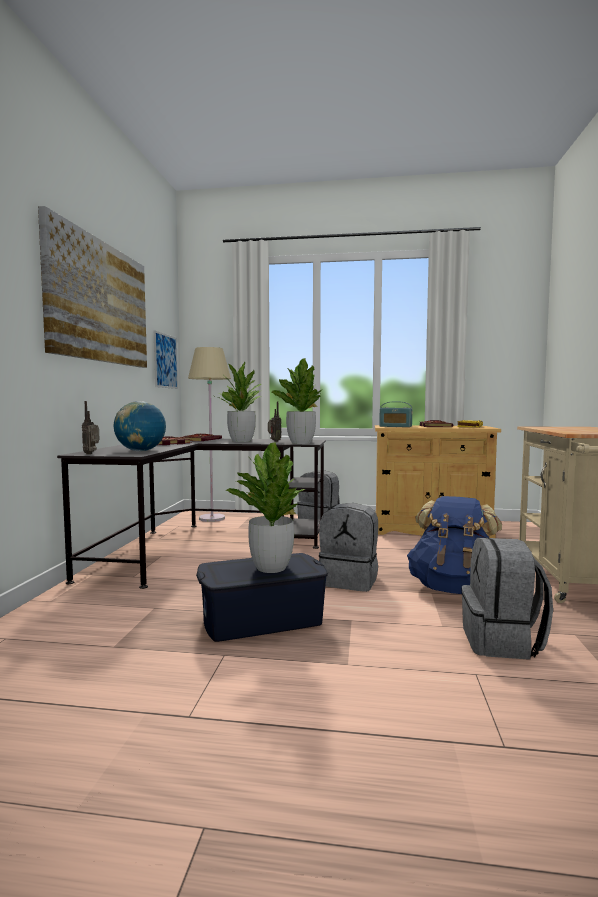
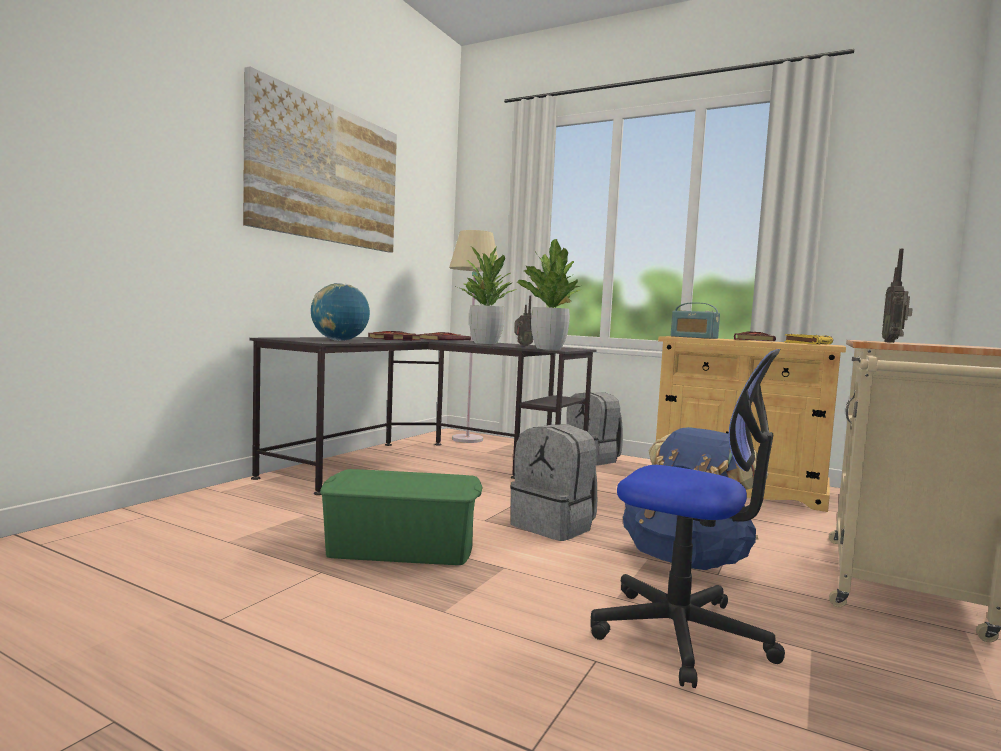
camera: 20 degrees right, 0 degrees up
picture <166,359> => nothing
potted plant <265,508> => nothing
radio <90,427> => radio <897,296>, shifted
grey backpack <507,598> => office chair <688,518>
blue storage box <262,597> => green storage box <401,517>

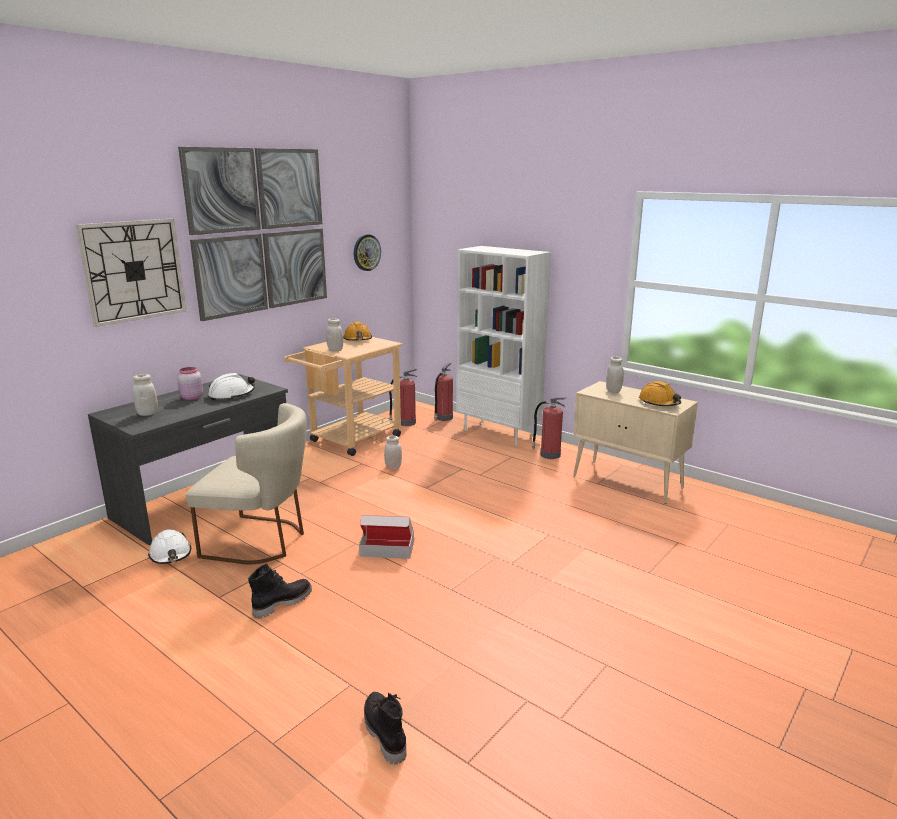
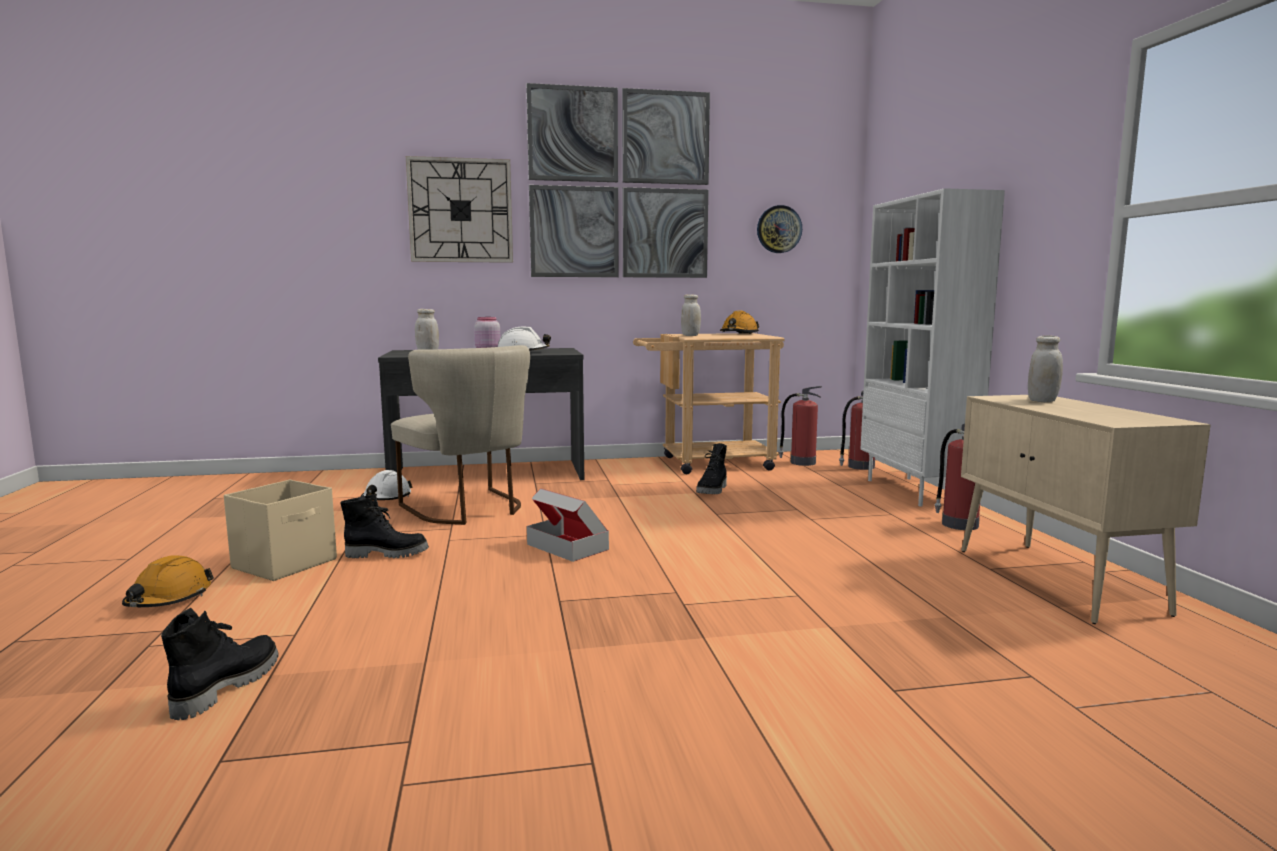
camera: 40 degrees right, 10 degrees down
nothing => beige storage box <280,530>
orange hard hat <660,393> => orange hard hat <168,581>, shifted
white jar <393,452> => black boot <711,468>

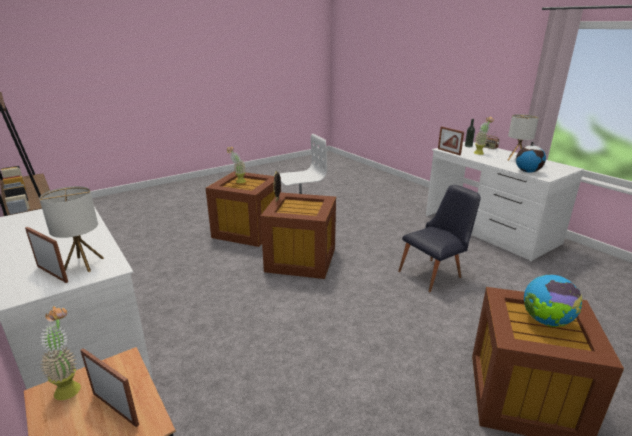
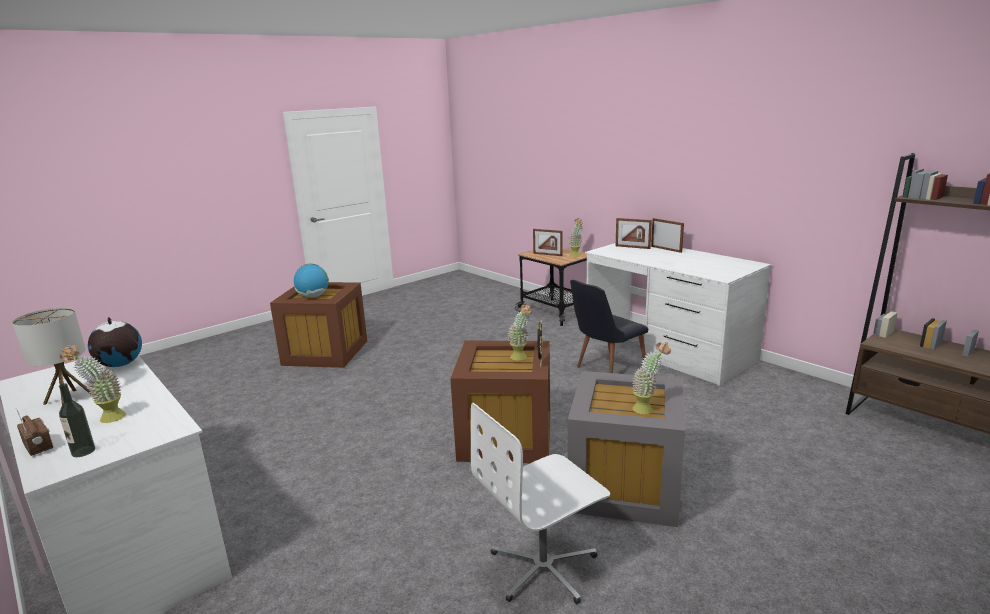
camera: 175 degrees right, 5 degrees down
table lamp <71,229> => nothing
nothing => potted plant <519,332>
black chair <439,238> => black chair <609,326>, shifted
picture frame <451,140> => picture frame <667,235>, shifted
brown storage box <243,209> => grey storage box <626,449>

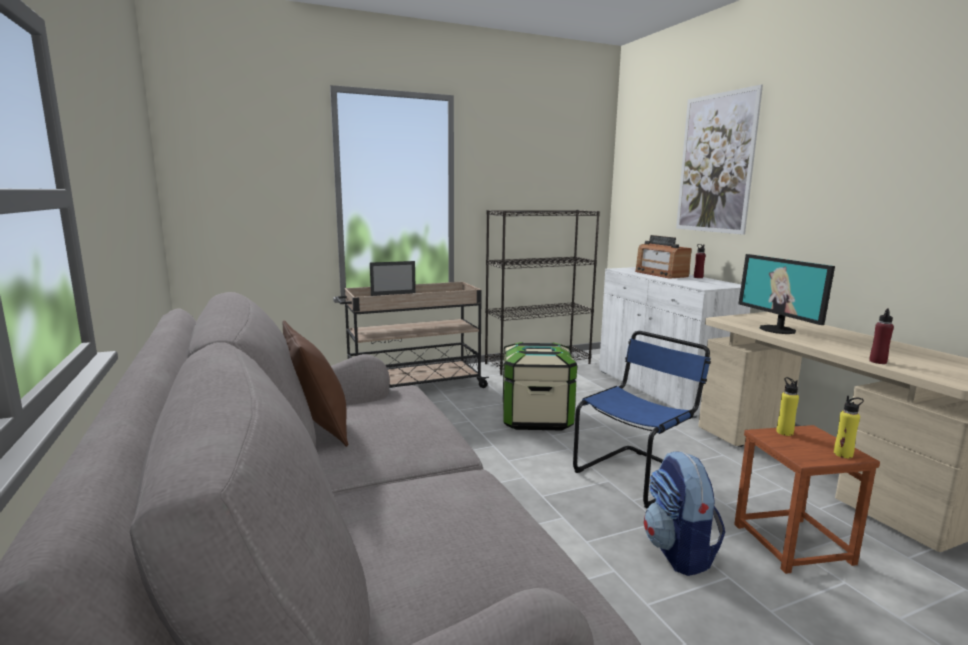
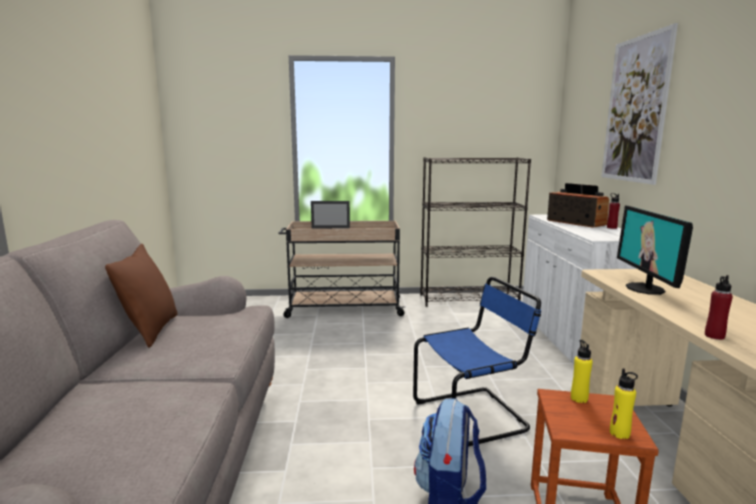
camera: 20 degrees right, 0 degrees up
storage box <540,386> => nothing
radio <663,257> => radio <578,205>, 150 degrees clockwise

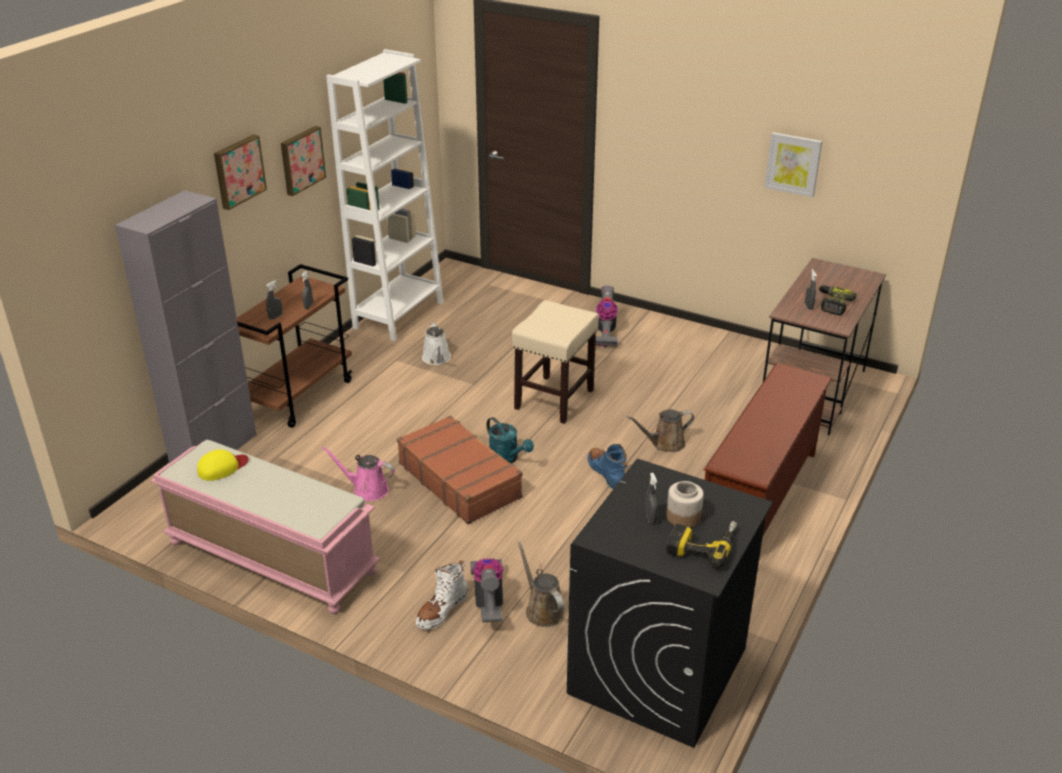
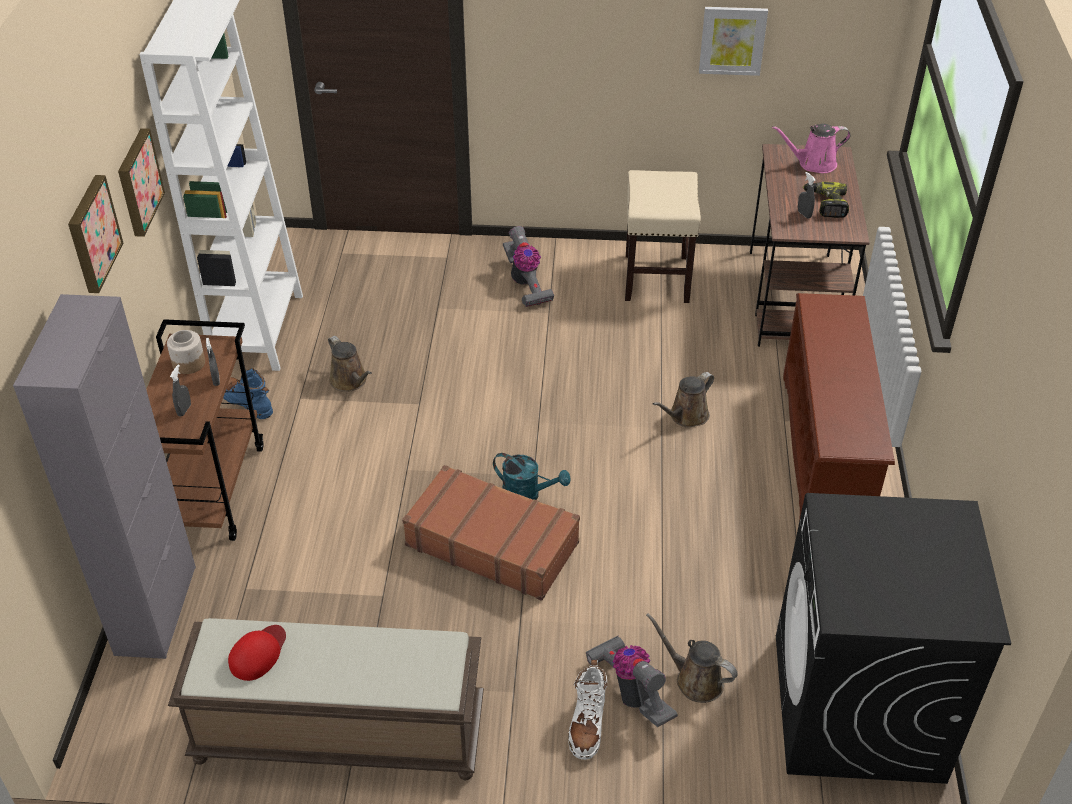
camera: 25 degrees left, 10 degrees up
grey spray bottle <651,498> => nothing
power drill <702,545> => nothing
pink watering can <358,473> => pink watering can <811,148>, shifted
beige stool <555,362> => beige stool <663,236>, shifted
blue boot <607,466> => blue boot <248,393>, shifted
jar <685,504> => jar <186,352>, shifted
pink bench <265,527> => brown bench <326,699>
yellow cap <223,465> => red cap <257,653>
white watering can <436,343> => brown watering can <350,364>

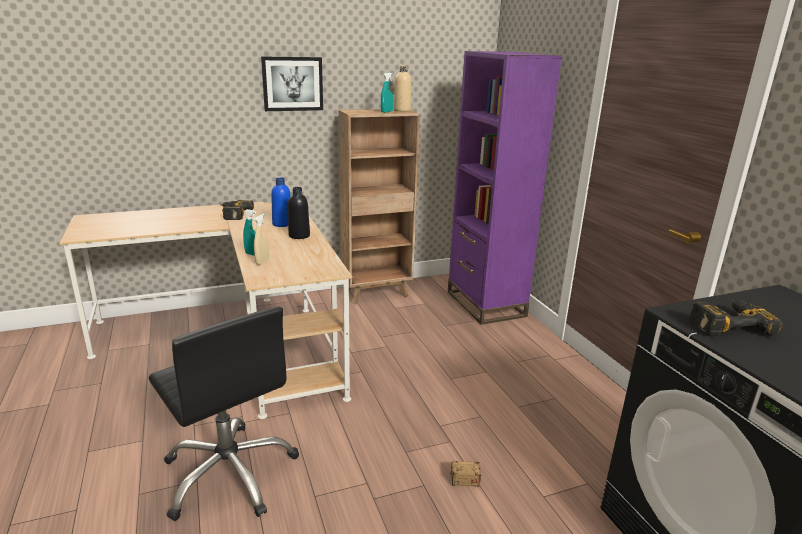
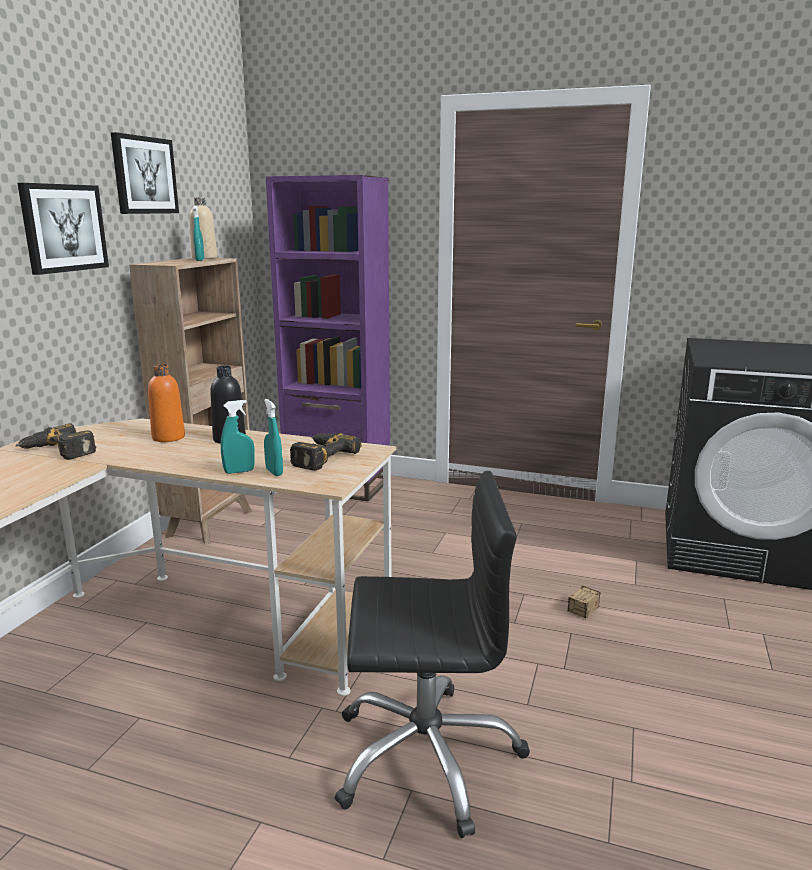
camera: 50 degrees left, 5 degrees down
nothing => picture <145,173>
power drill <736,318> => power drill <325,452>, shifted
beige spray bottle <261,239> => turquoise spray bottle <273,437>
blue bottle <281,202> => orange bottle <166,403>

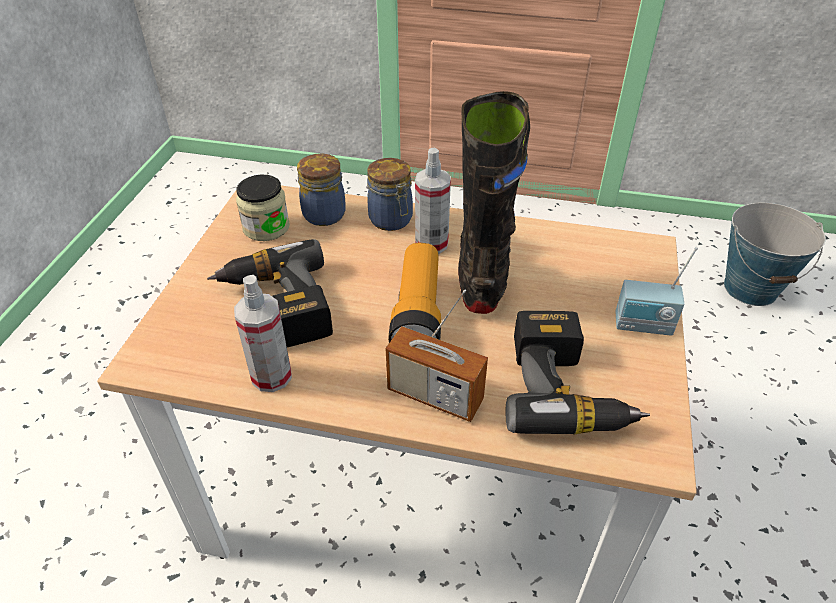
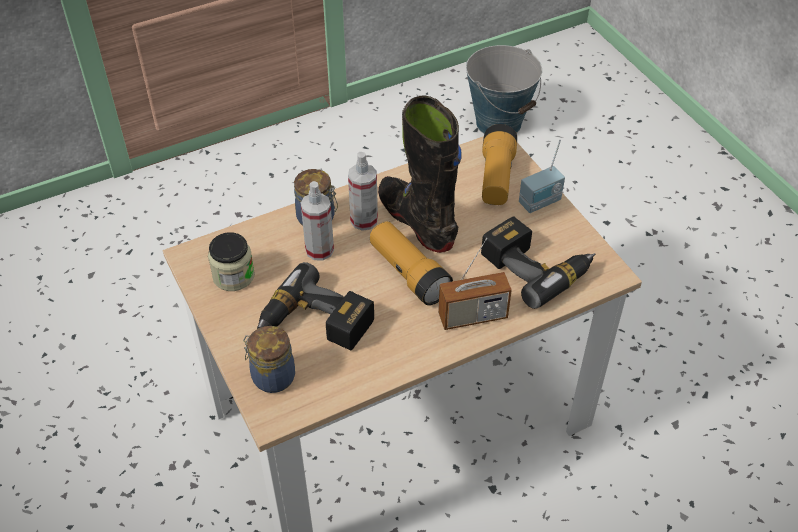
camera: 40 degrees left, 5 degrees up
nothing => flashlight <499,164>
spray bottle <263,333> => spray bottle <317,220>, shifted
jar <321,190> => jar <269,359>, shifted

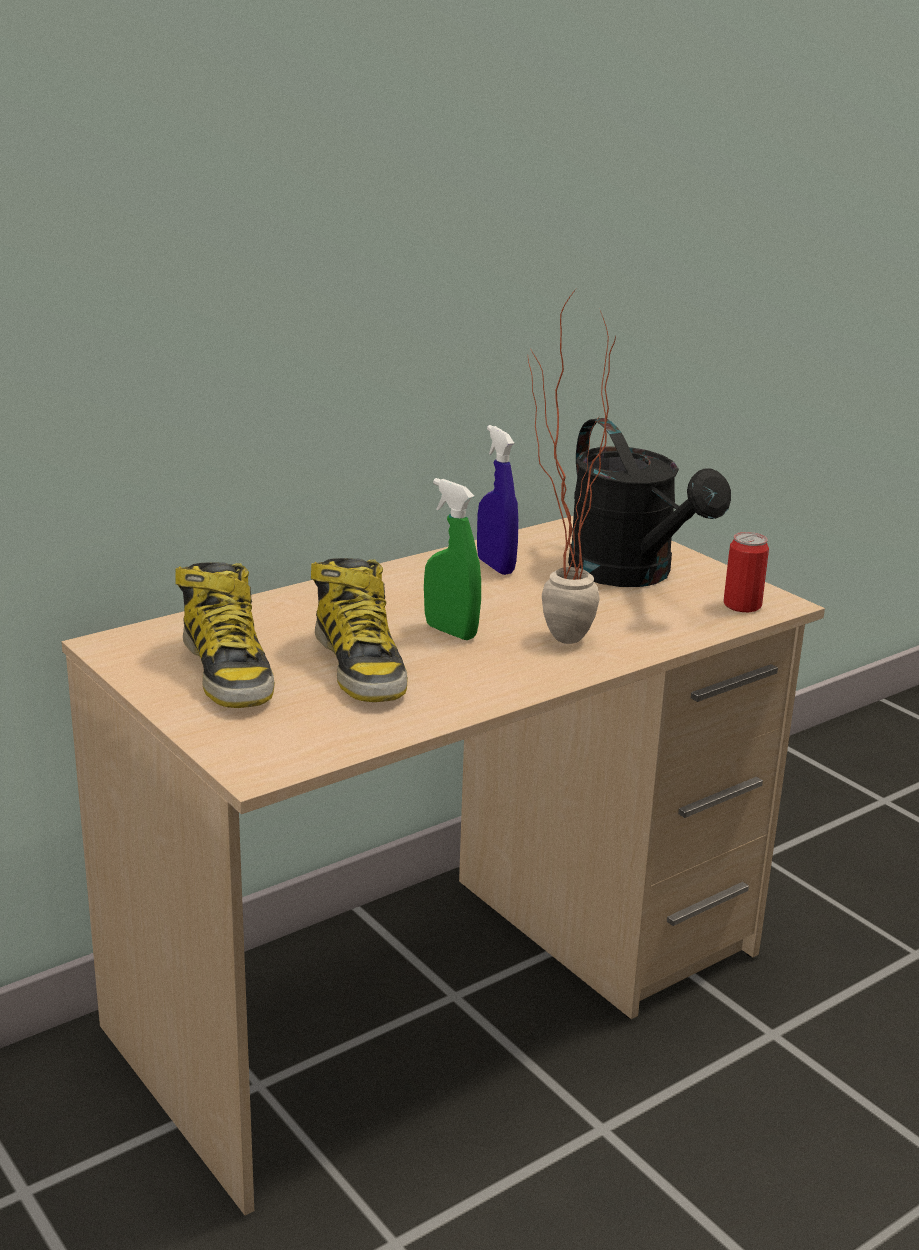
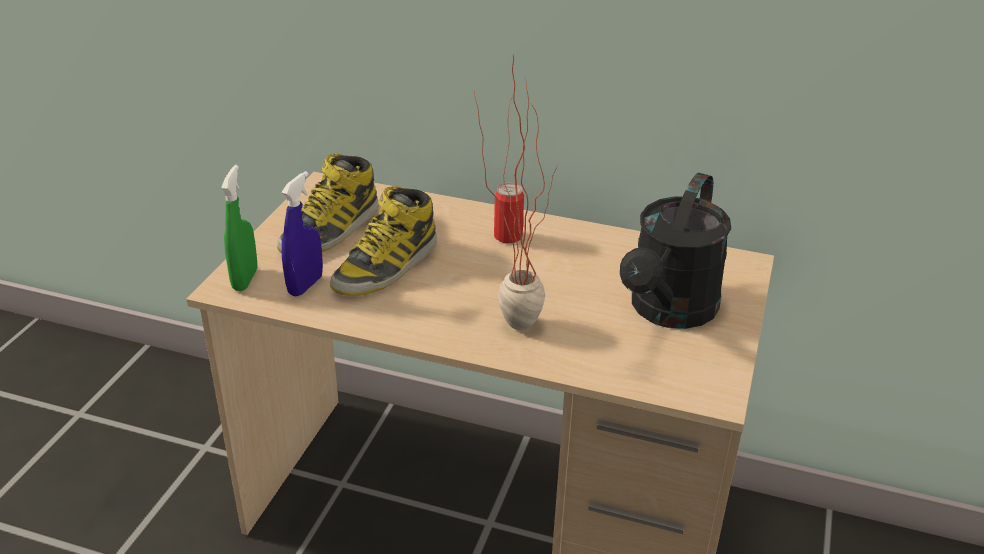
camera: 55 degrees right, 10 degrees up
green spray bottle <452,559> => green spray bottle <239,228>, shifted
blue spray bottle <498,500> => blue spray bottle <302,233>, shifted
can <746,572> => can <509,213>, shifted

